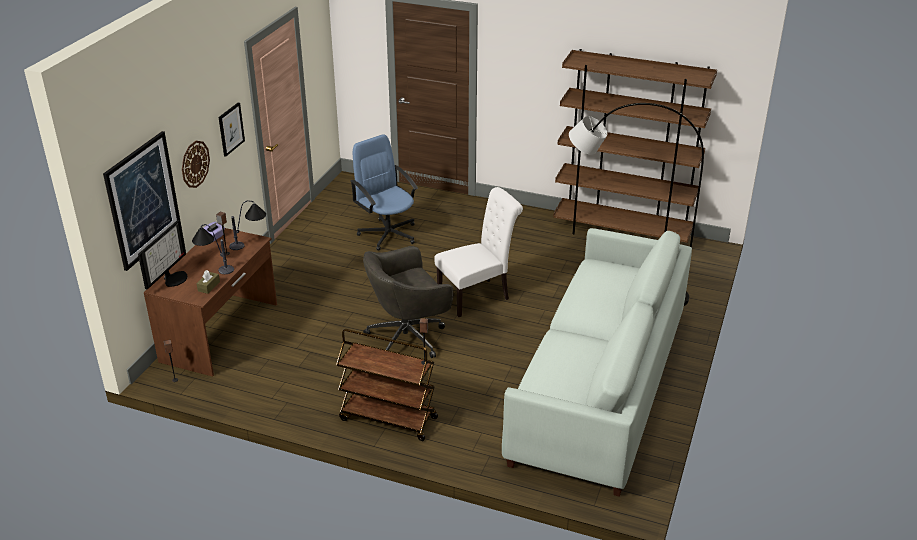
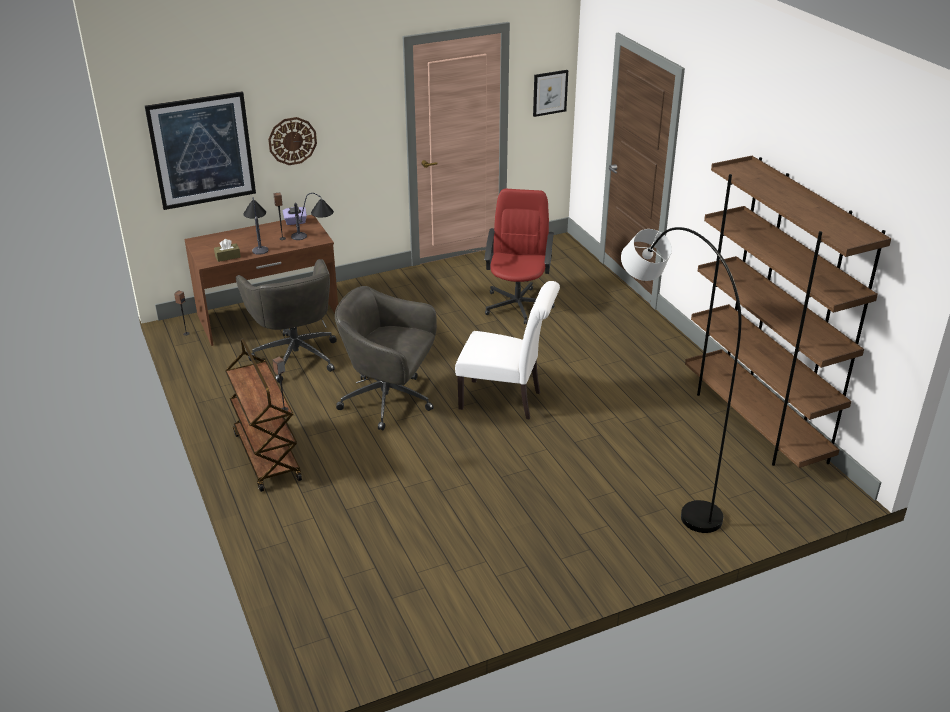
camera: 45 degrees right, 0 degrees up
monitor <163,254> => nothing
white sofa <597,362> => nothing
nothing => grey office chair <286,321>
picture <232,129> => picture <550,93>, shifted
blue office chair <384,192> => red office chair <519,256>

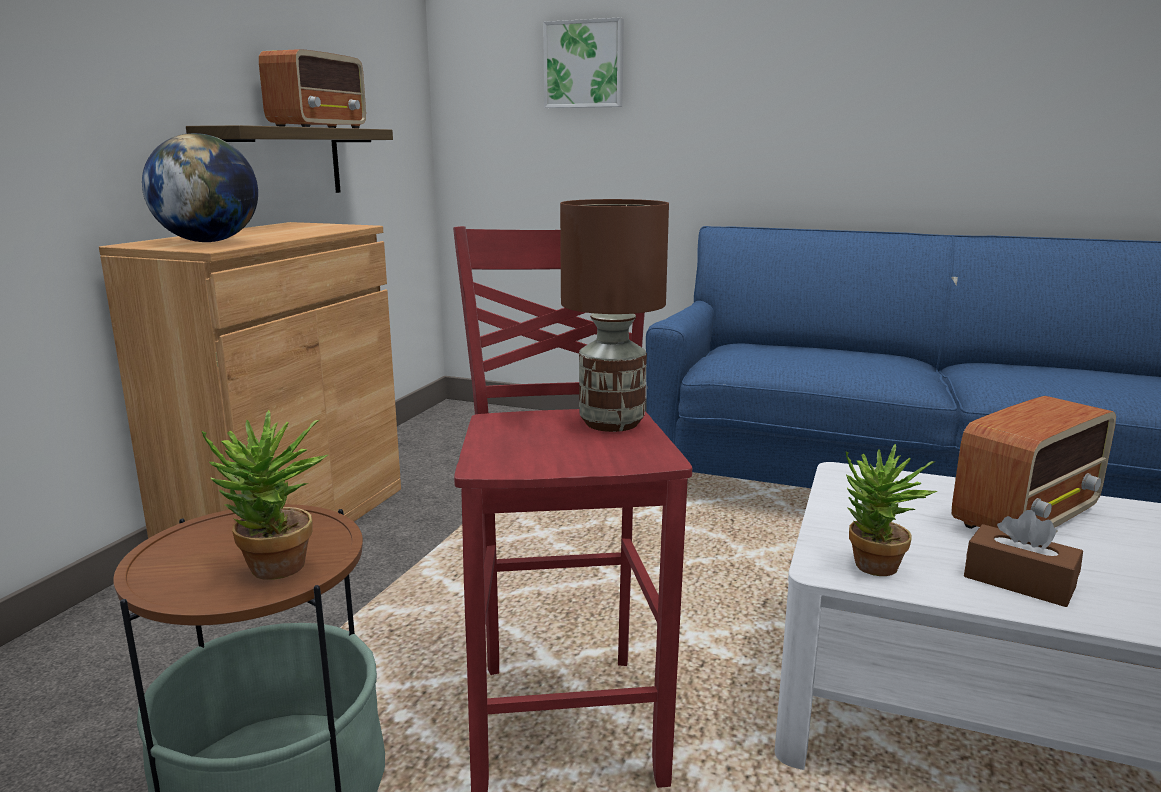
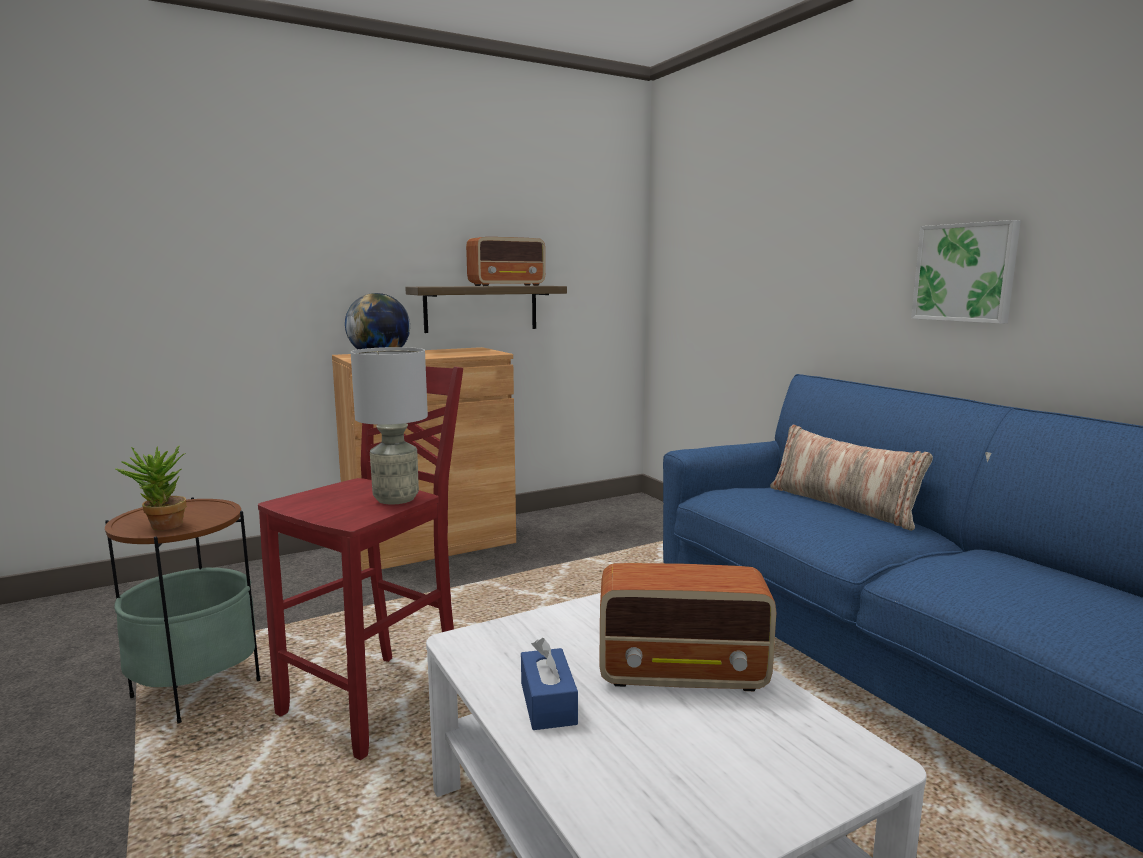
camera: 40 degrees right, 5 degrees down
potted plant <892,510> => nothing
nothing => pillow <851,478>
picture <583,62> => picture <966,272>, shifted
brown table lamp <614,315> => grey table lamp <389,425>
brown tissue box <1023,558> => blue tissue box <549,684>

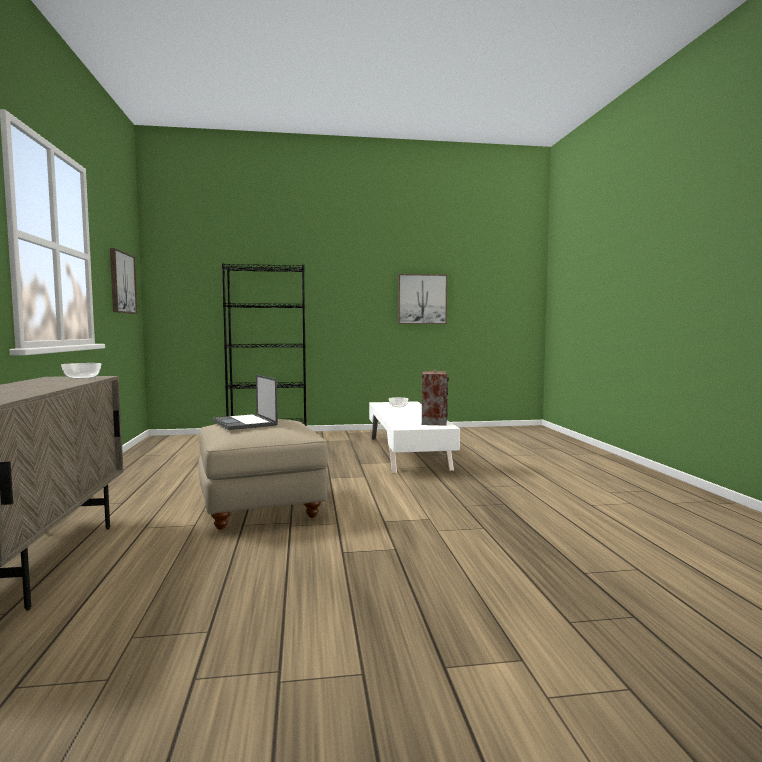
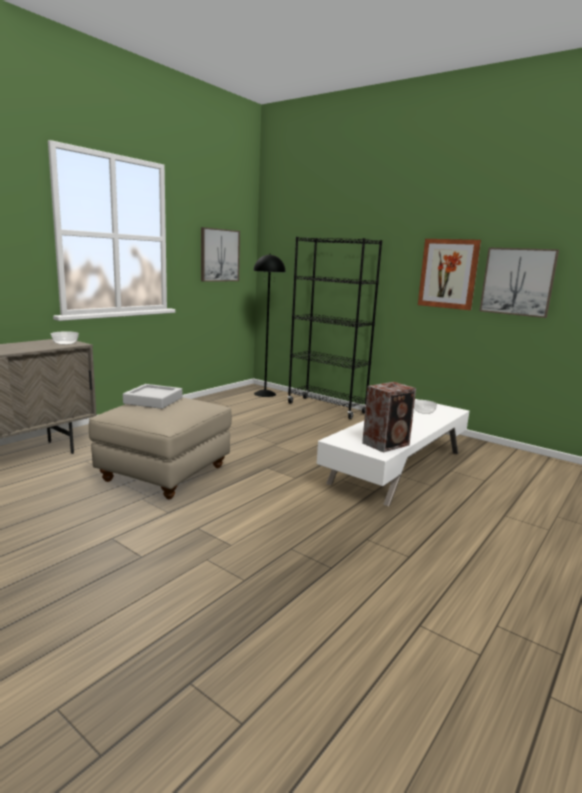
camera: 45 degrees right, 10 degrees up
nothing => black floor lamp <269,325>
nothing => picture <449,274>
laptop <245,402> => grey tray <152,396>

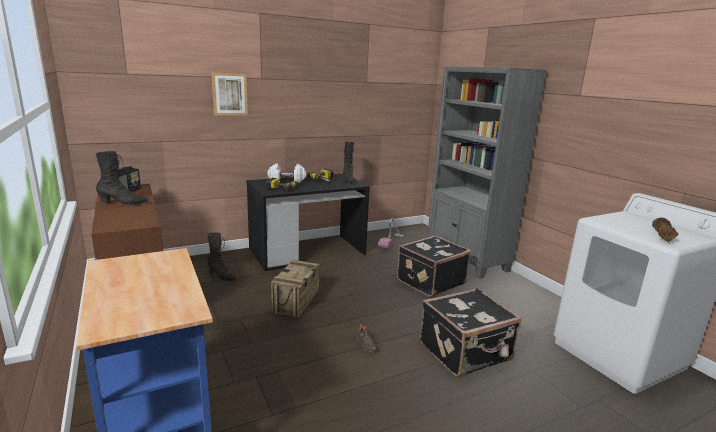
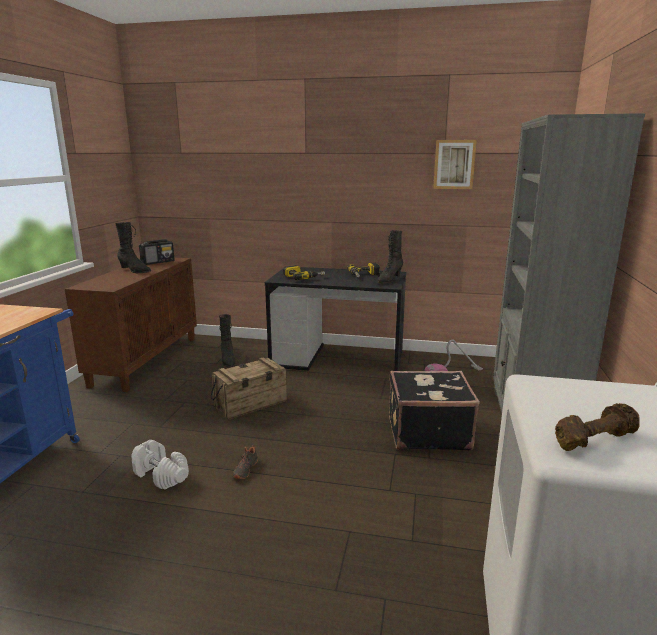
camera: 40 degrees right, 0 degrees up
black suitcase <470,332> => nothing
picture <230,94> => picture <455,164>, shifted
white dumbbell <287,172> => white dumbbell <160,465>, shifted

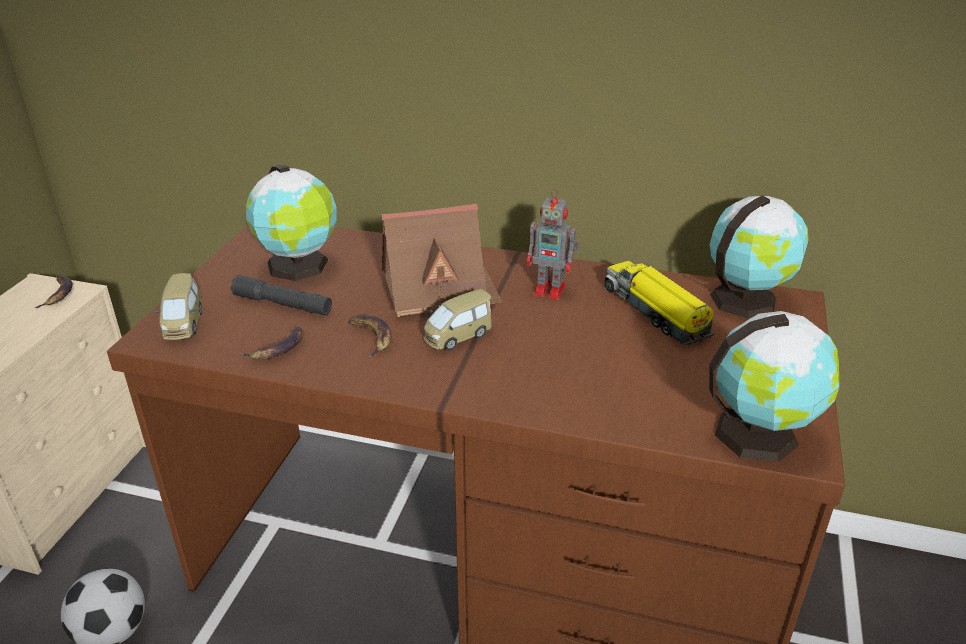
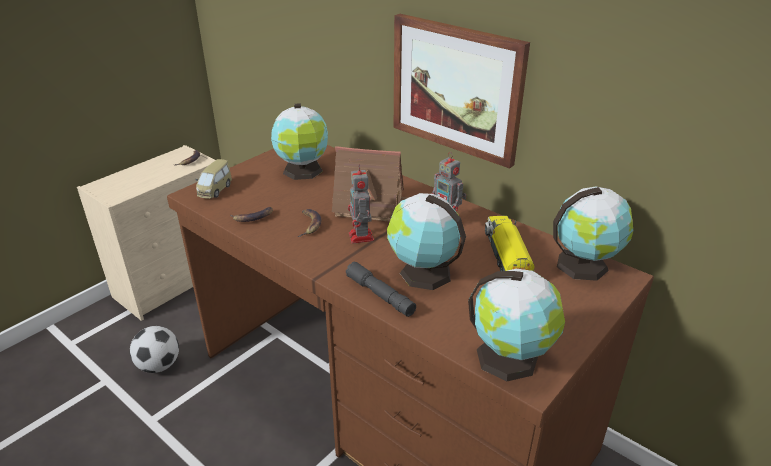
camera: 25 degrees right, 0 degrees up
nothing => globe <426,241>
nothing => picture <462,91>
grey flashlight <281,295> => grey flashlight <381,289>, shifted
toy car <457,320> => toy robot <361,204>

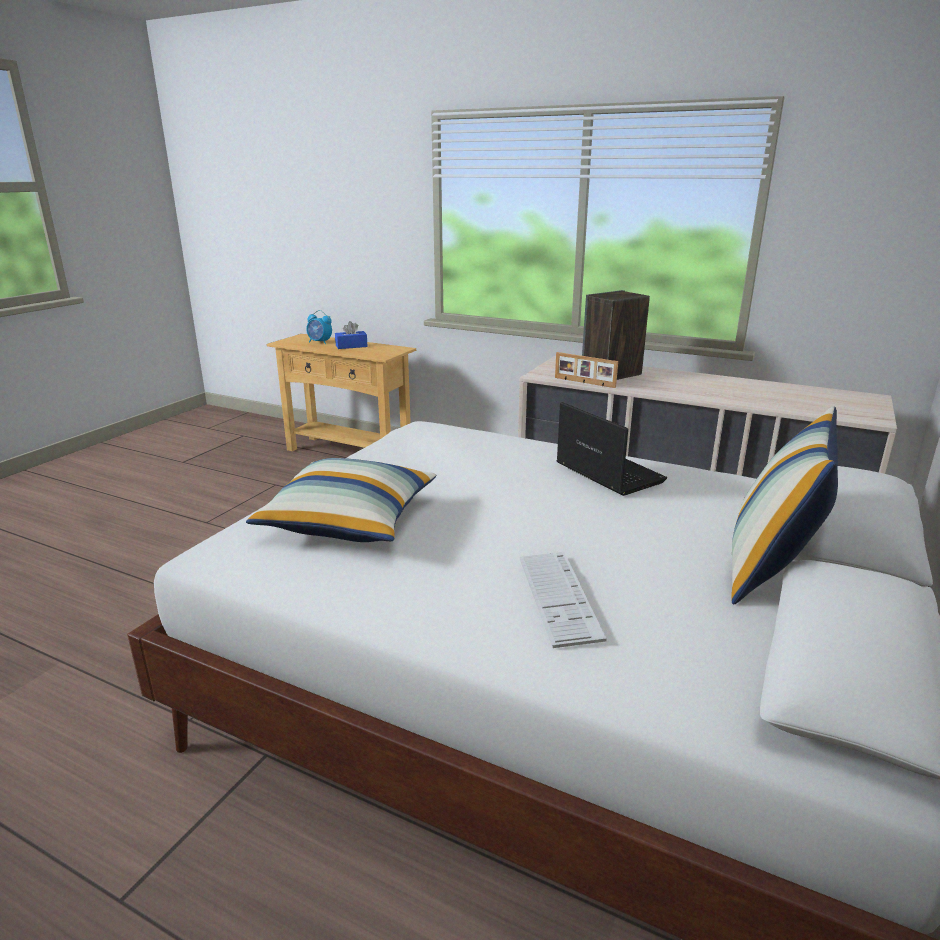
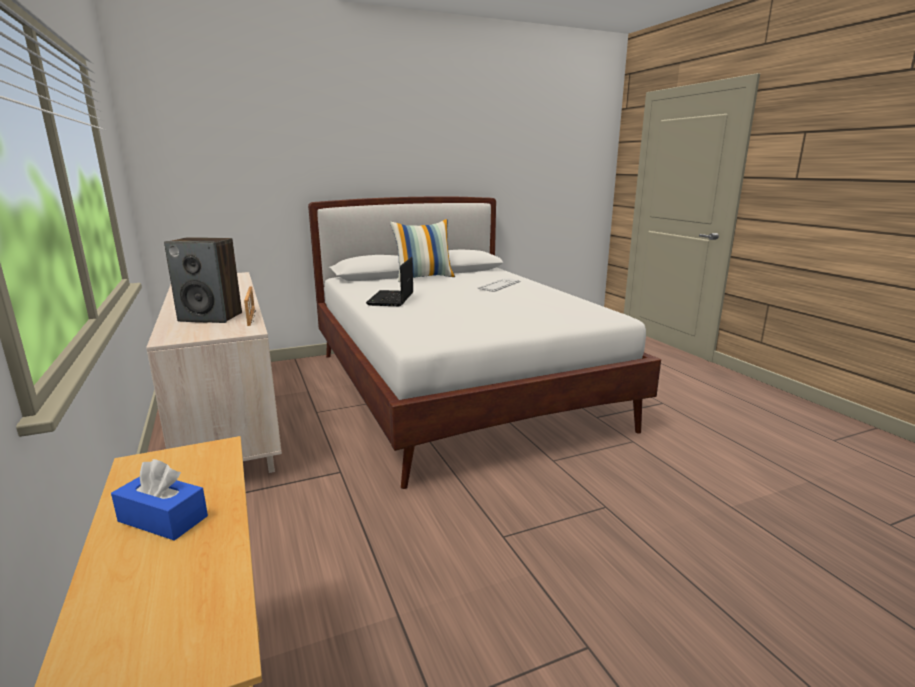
camera: 140 degrees left, 5 degrees down
pillow <341,500> => nothing
alarm clock <319,327> => nothing

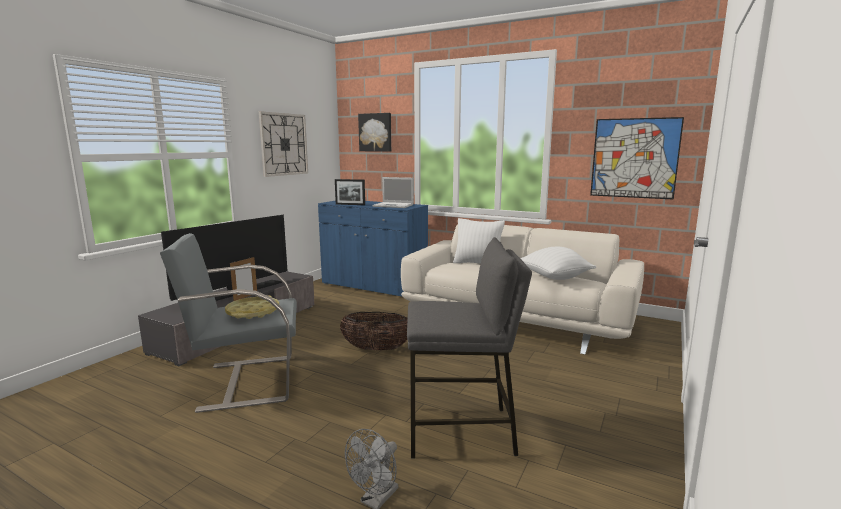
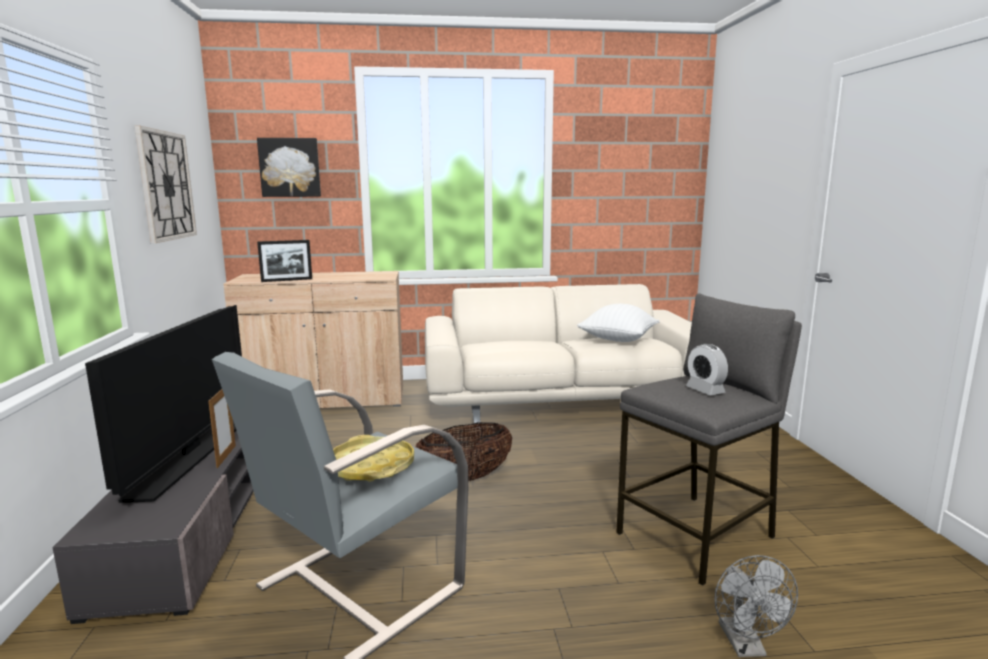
camera: 35 degrees left, 0 degrees up
laptop <393,192> => nothing
white pillow <479,241> => nothing
picture <637,158> => nothing
nothing => alarm clock <707,369>
blue cabinet <373,248> => beige cabinet <313,339>

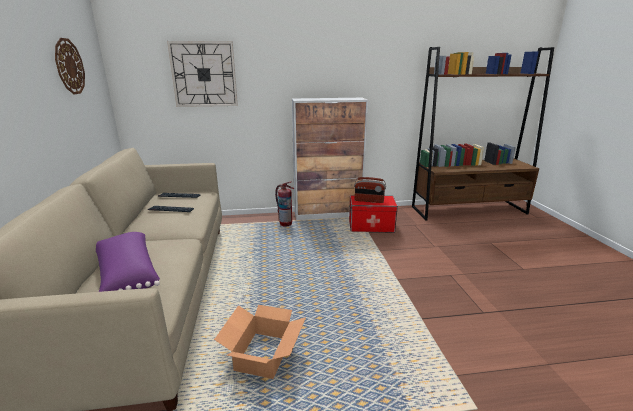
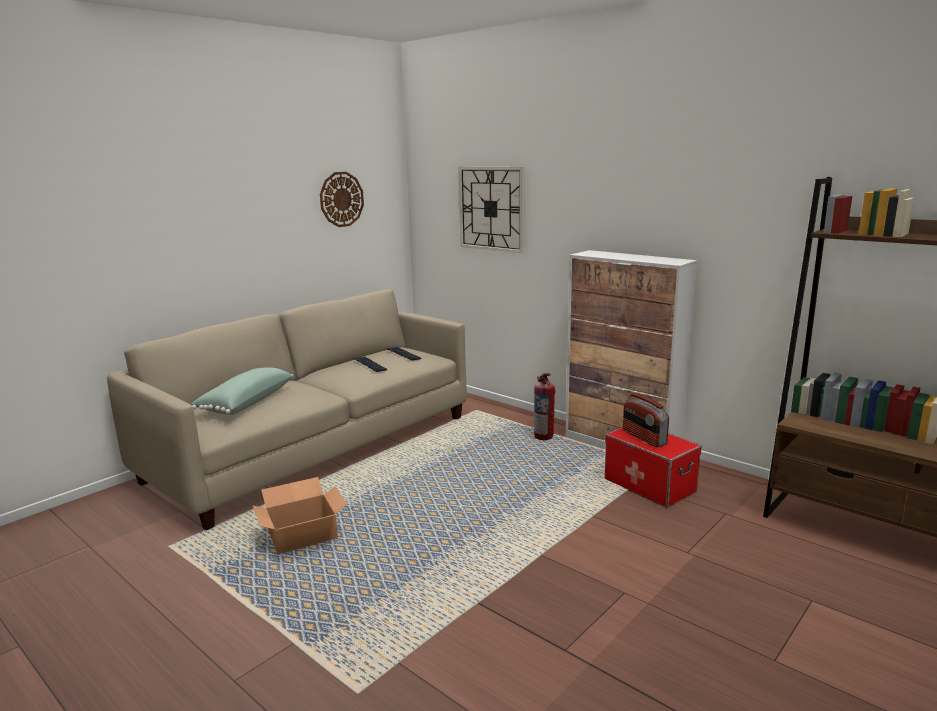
camera: 50 degrees right, 5 degrees down
purple pillow <128,262> => green pillow <242,391>

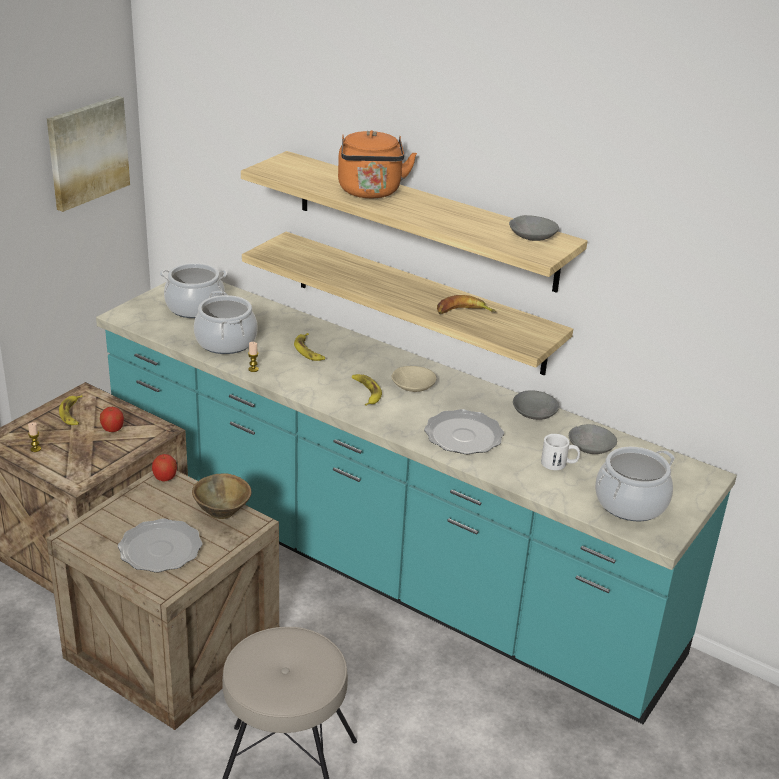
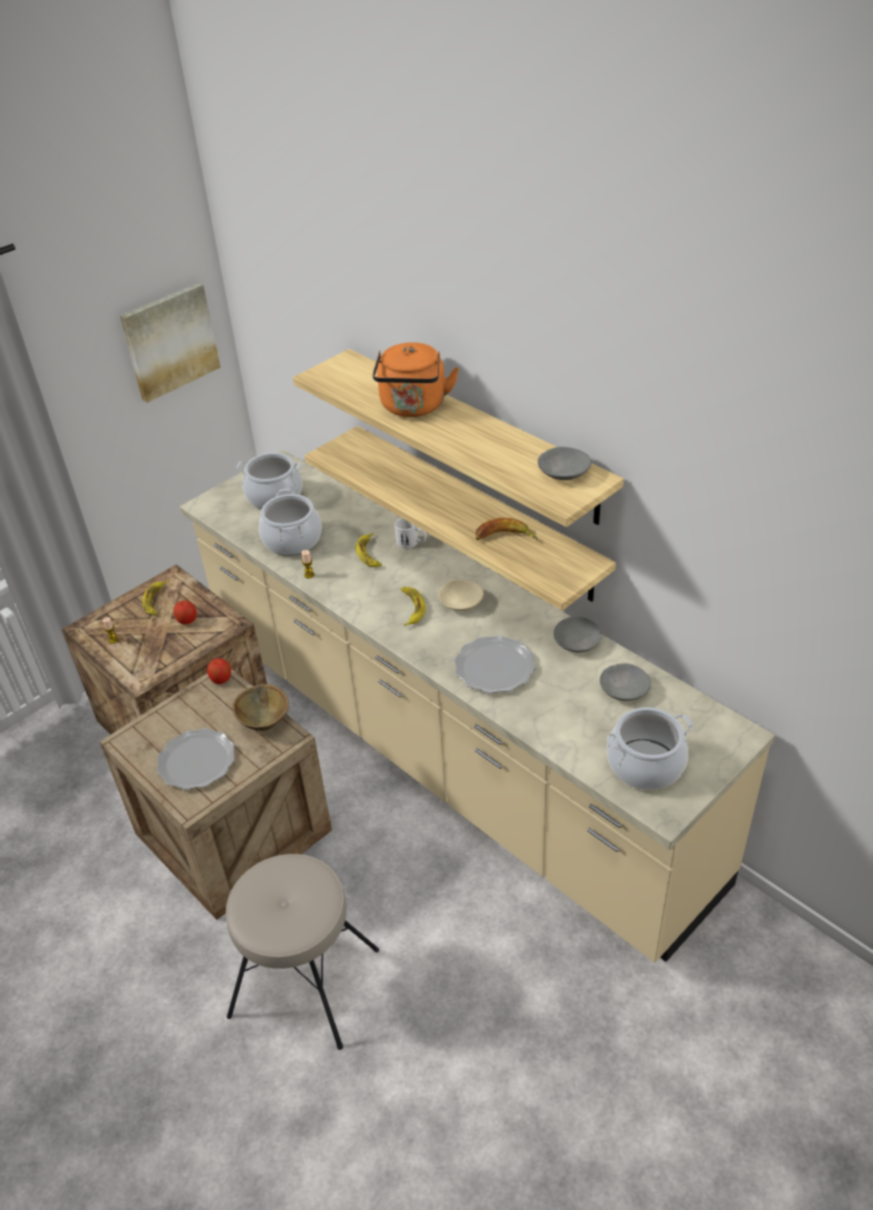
camera: 15 degrees right, 10 degrees up
white mug <560,452> => white mug <410,533>, shifted
turquoise counter <416,503> => beige counter <477,706>

